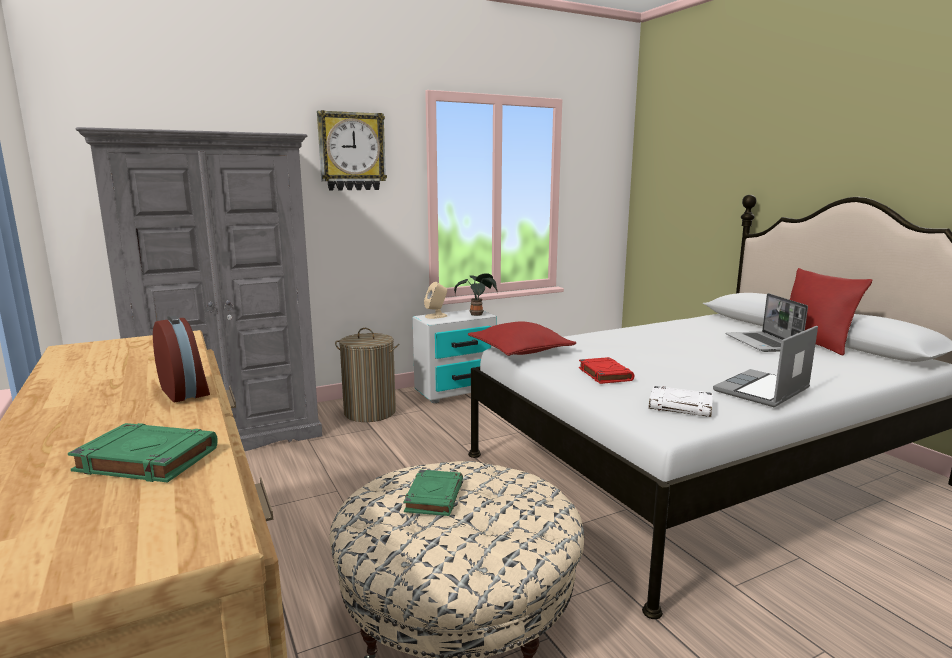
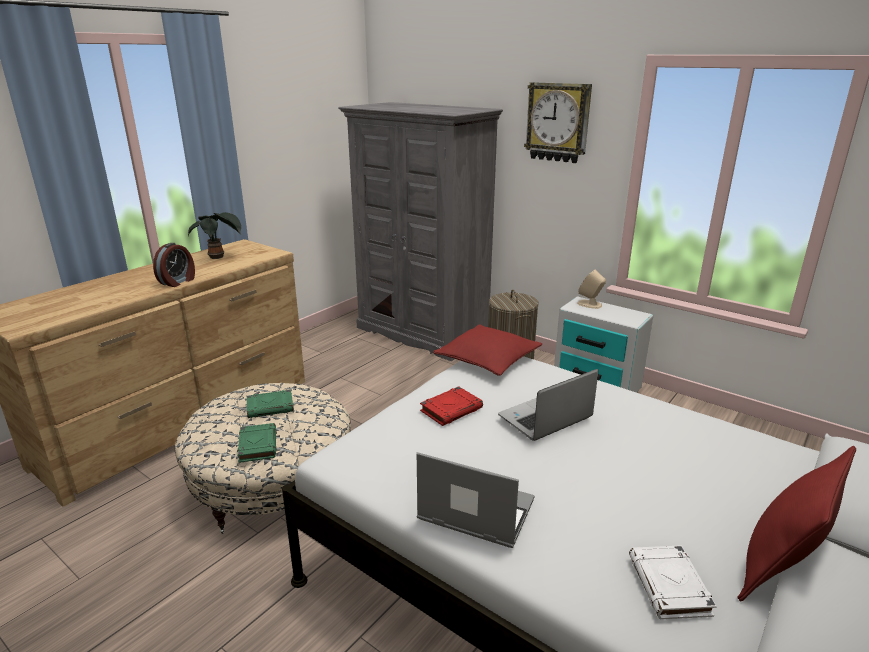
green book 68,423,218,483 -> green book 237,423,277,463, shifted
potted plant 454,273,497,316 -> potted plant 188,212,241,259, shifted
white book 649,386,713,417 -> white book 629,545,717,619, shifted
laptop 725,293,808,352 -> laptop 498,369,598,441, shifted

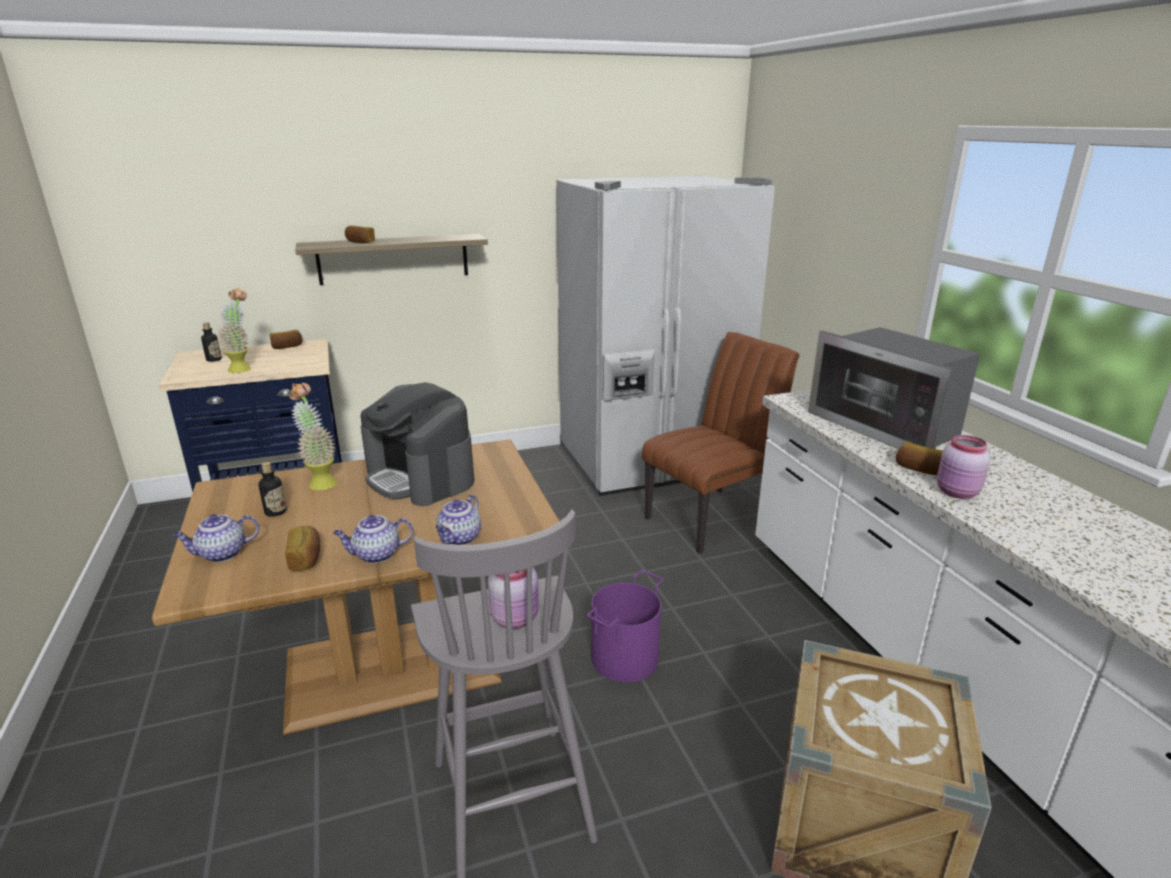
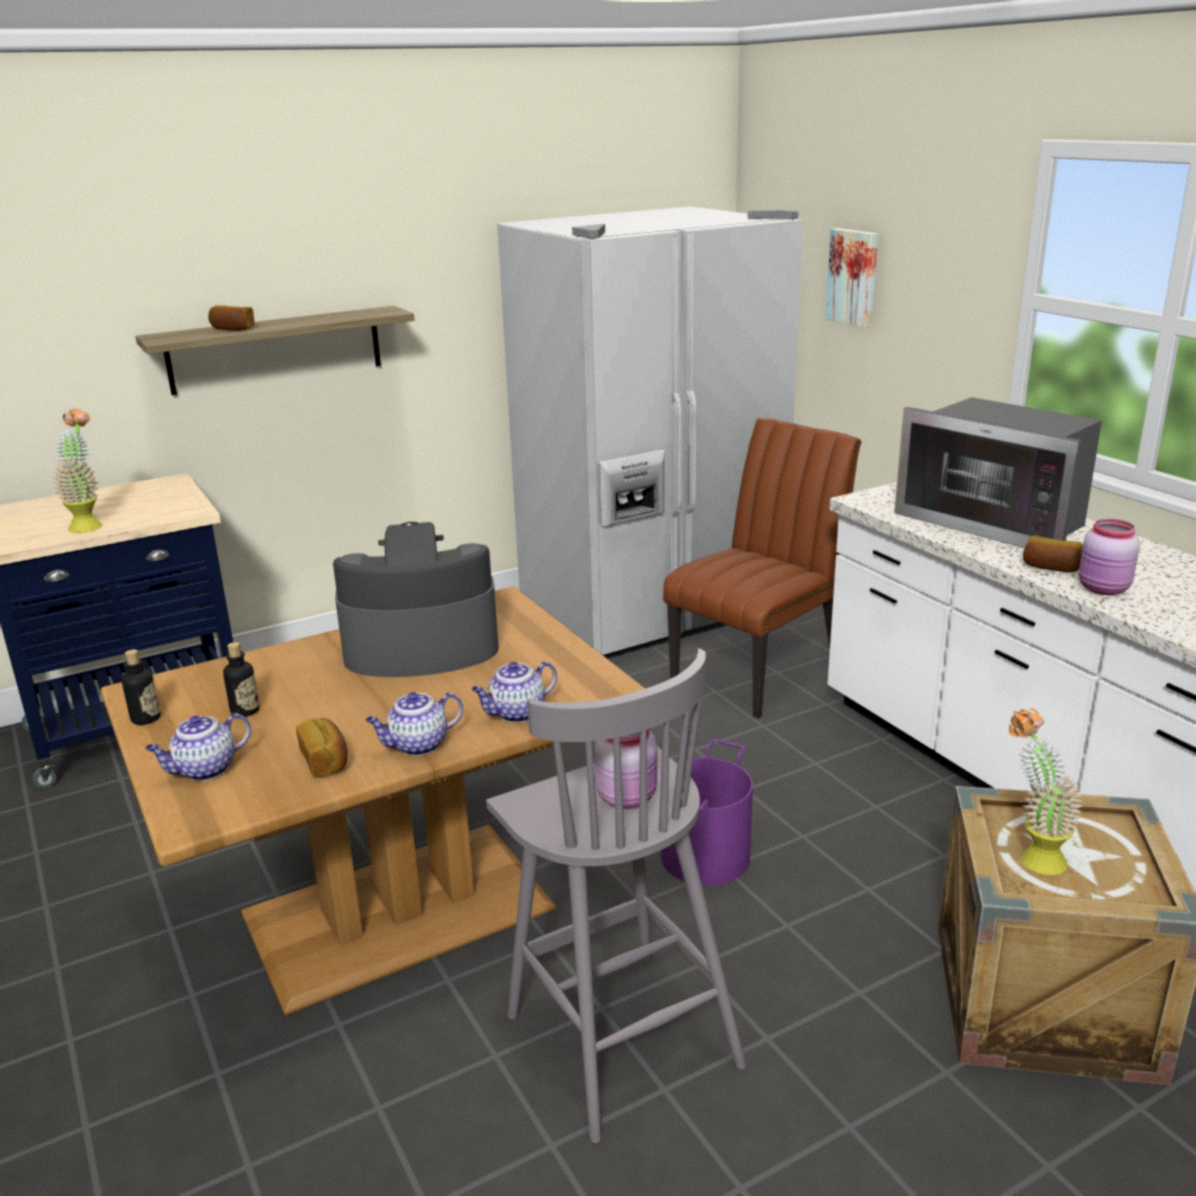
bread 270,330,302,349 -> none
none -> picture 826,228,878,328
bottle 201,323,222,362 -> bottle 121,649,161,725, shifted
potted plant 289,383,338,490 -> potted plant 1009,708,1083,875, shifted
coffee machine 361,382,475,506 -> coffee machine 333,522,499,677, 135 degrees clockwise
teapot 436,495,481,545 -> teapot 471,661,557,722, 45 degrees clockwise

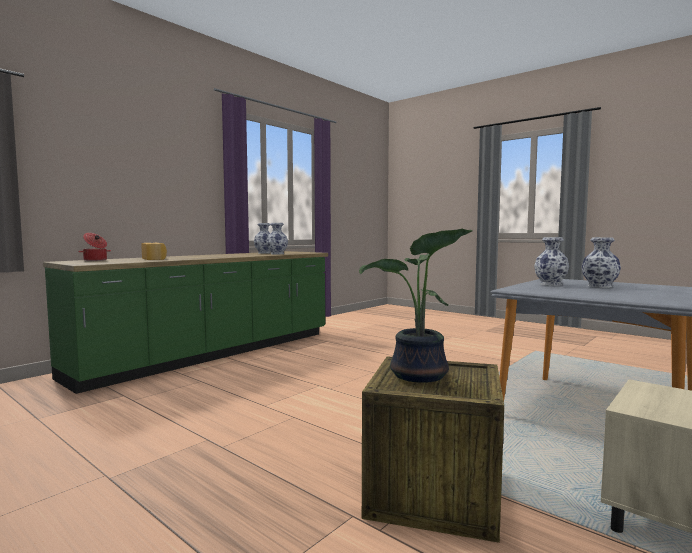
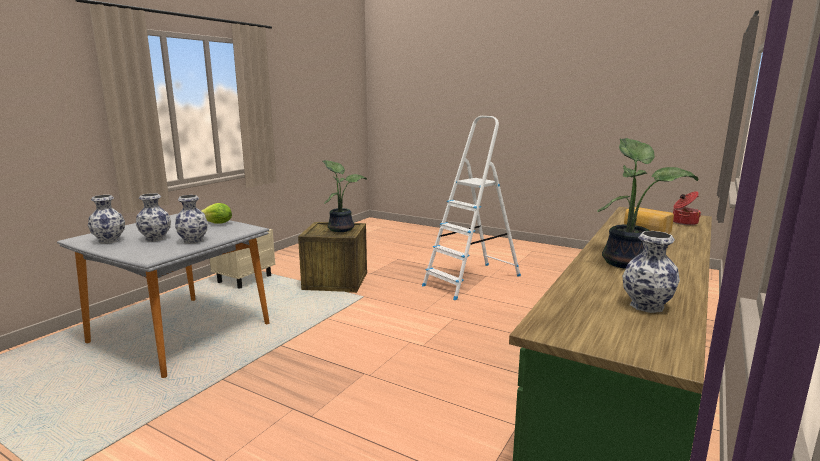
none -> lettuce 201,203,232,223
none -> white step ladder 422,116,521,300
none -> potted plant 597,138,699,269
vase 266,223,288,254 -> vase 88,195,125,244, shifted

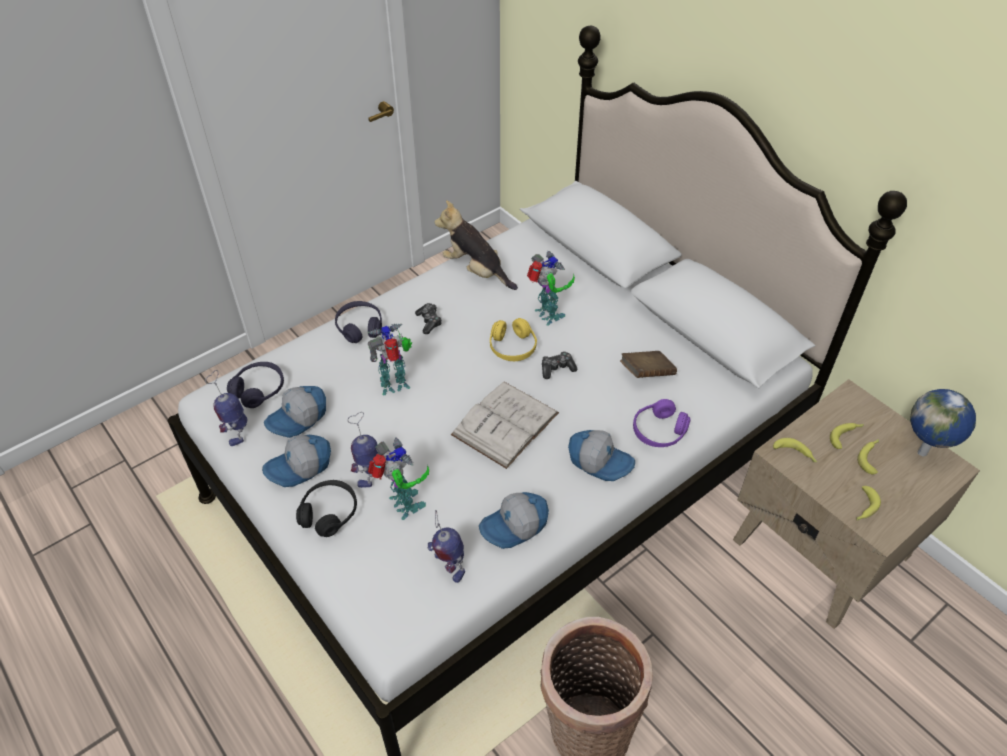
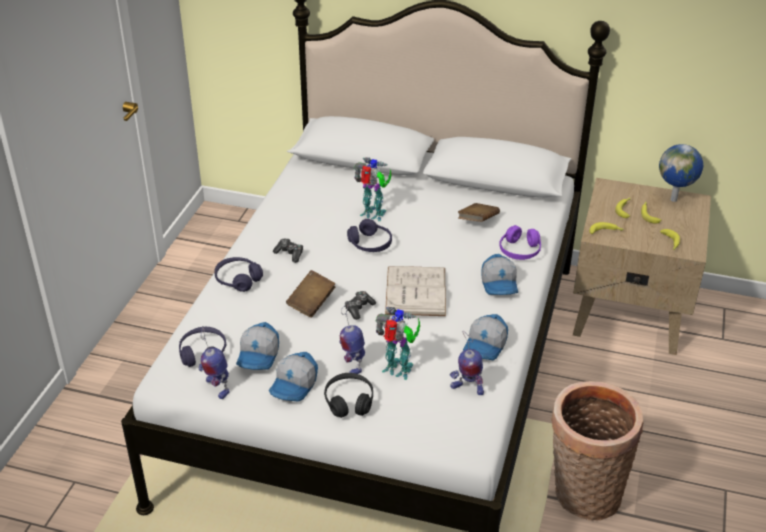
plush toy 434,200,518,290 -> none
game controller 542,351,577,379 -> game controller 345,291,376,320, shifted
toy robot 368,324,412,395 -> brown book 286,270,336,318
yellow headphones 490,318,537,361 -> purple headphones 347,219,392,252
cap 568,430,635,481 -> cap 481,254,518,295, 90 degrees clockwise

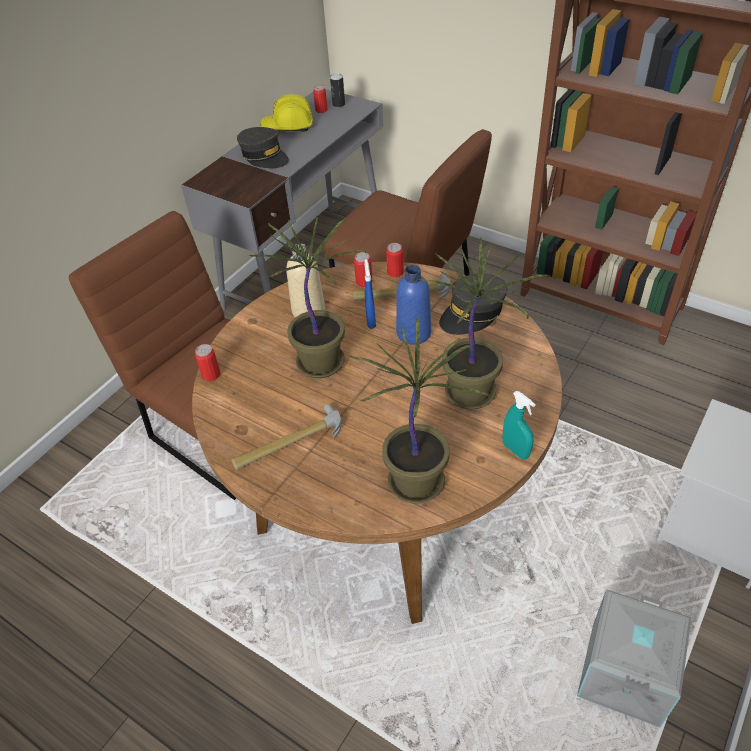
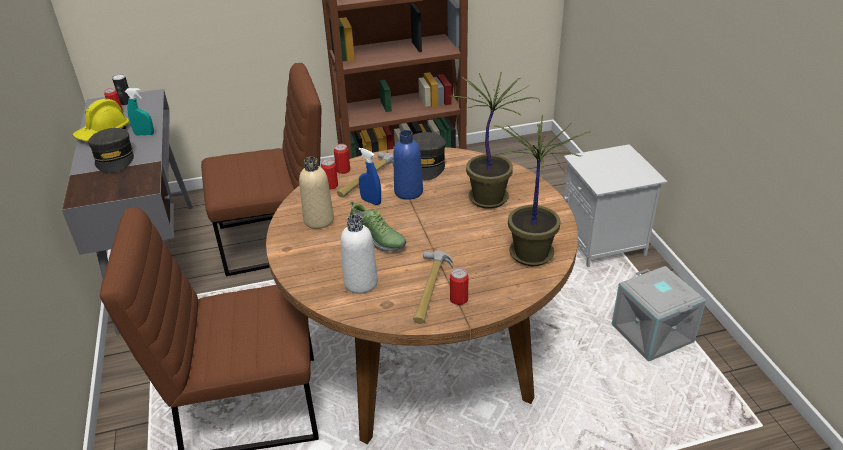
none -> white bottle 341,215,378,294
can 195,344,220,381 -> can 450,268,468,305, shifted
turquoise spray bottle 502,391,535,459 -> turquoise spray bottle 124,88,154,136, shifted
potted plant 249,215,366,378 -> shoe 350,201,406,251
grey cap 237,127,289,168 -> grey cap 88,128,134,173, 75 degrees clockwise

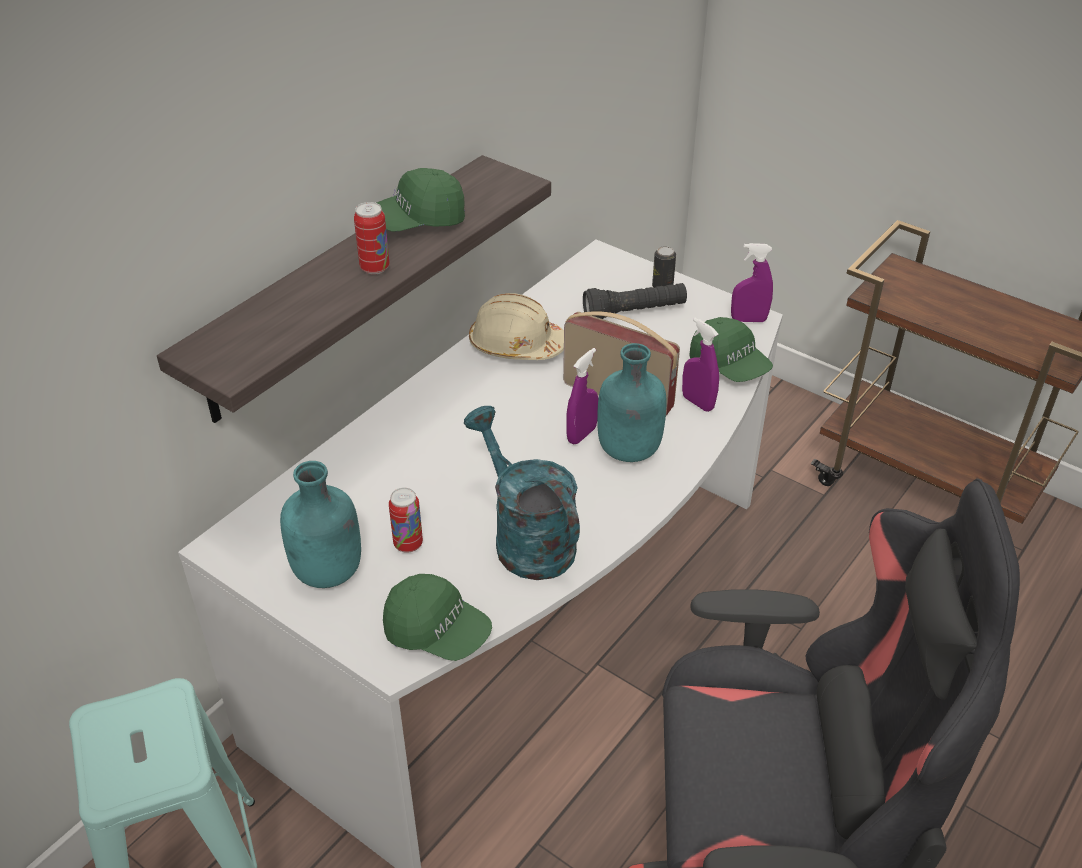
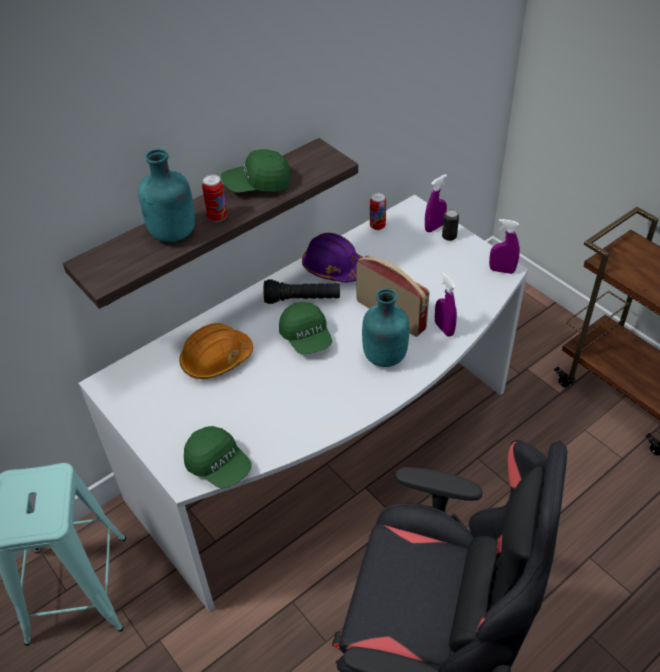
turquoise watering can 464,406,580,580 -> none
none -> orange hard hat 179,323,253,379
turquoise bottle 280,461,361,588 -> turquoise bottle 138,149,195,242, shifted
can 389,488,423,553 -> can 370,193,386,230, shifted
purple spray bottle 566,348,599,444 -> purple spray bottle 425,174,447,232, shifted
black flashlight 583,283,687,319 -> black flashlight 263,280,340,304, shifted
green cap 689,317,773,382 -> green cap 279,302,332,354, shifted
beige hard hat 469,293,564,360 -> purple hard hat 302,233,363,282

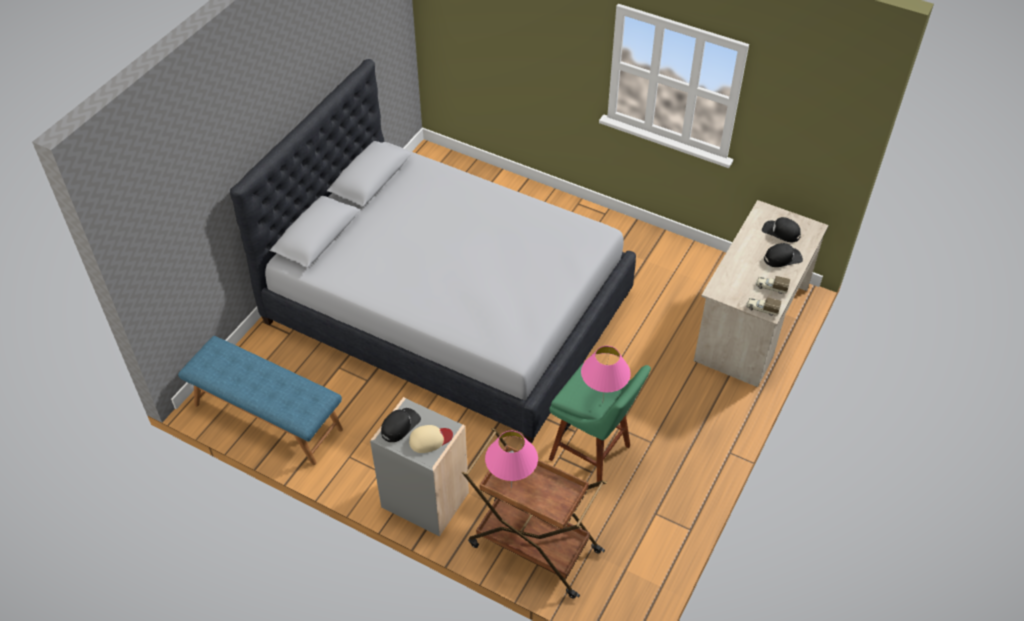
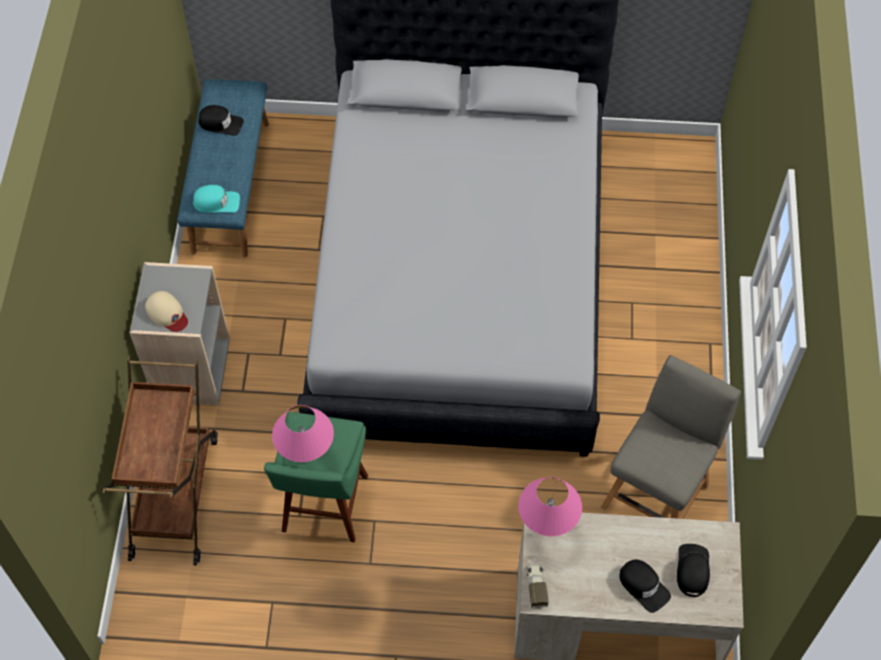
toy truck 756,276,791,294 -> none
none -> turquoise cap 193,185,240,213
none -> grey chair 601,355,741,519
black cap 381,408,421,442 -> black cap 198,105,244,136, shifted
pink table lamp 485,431,538,488 -> pink table lamp 518,477,582,536, shifted

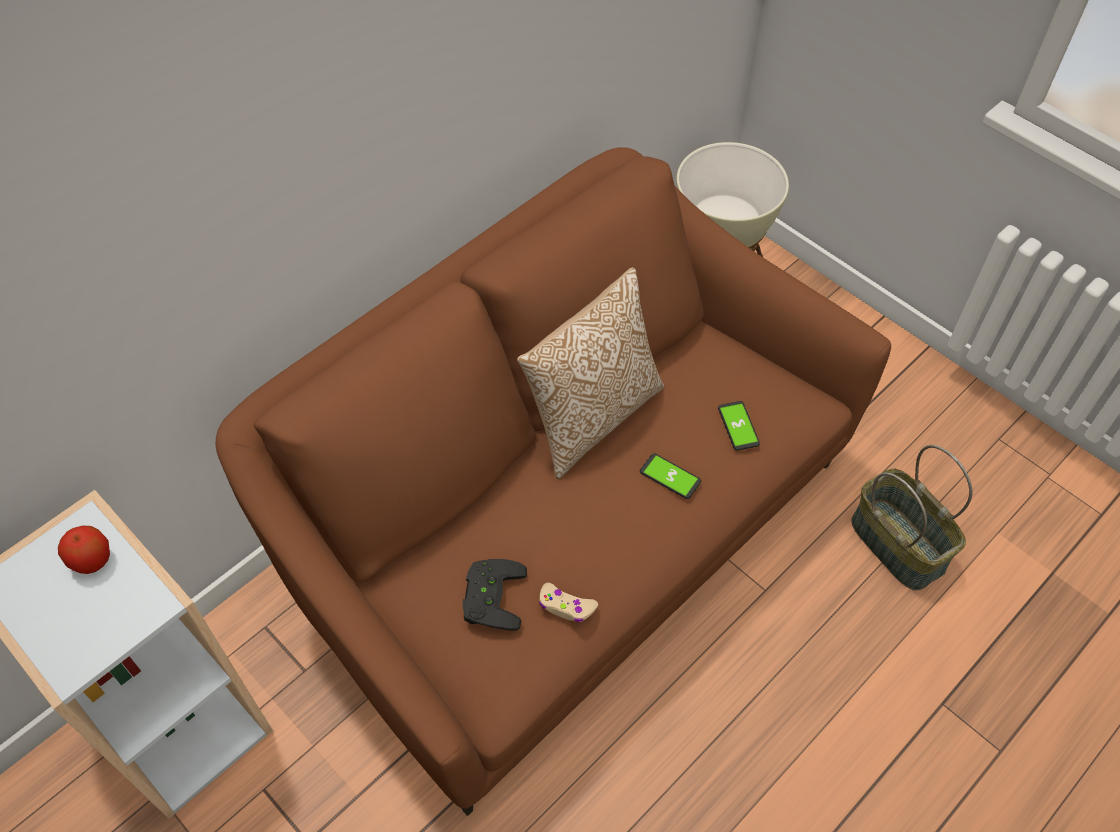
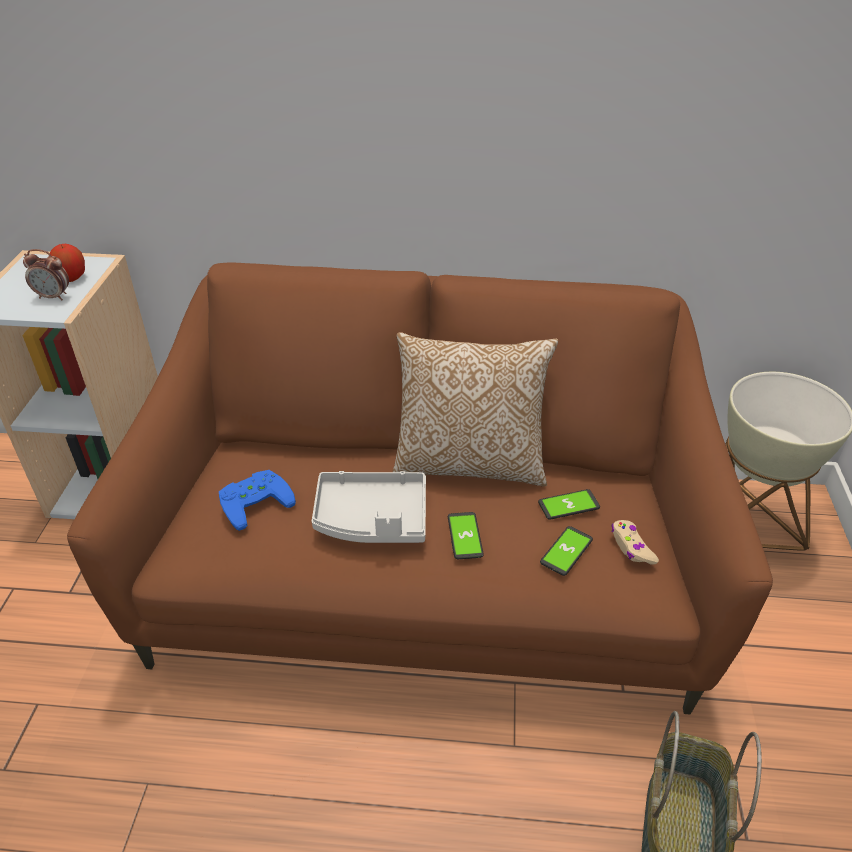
none -> alarm clock 23,249,69,301
none -> grey tray 312,471,426,543
none -> phone 538,489,600,520
beige game controller 539,583,598,622 -> beige game controller 612,520,659,565, shifted
black game controller 463,559,527,631 -> blue game controller 219,470,296,531

